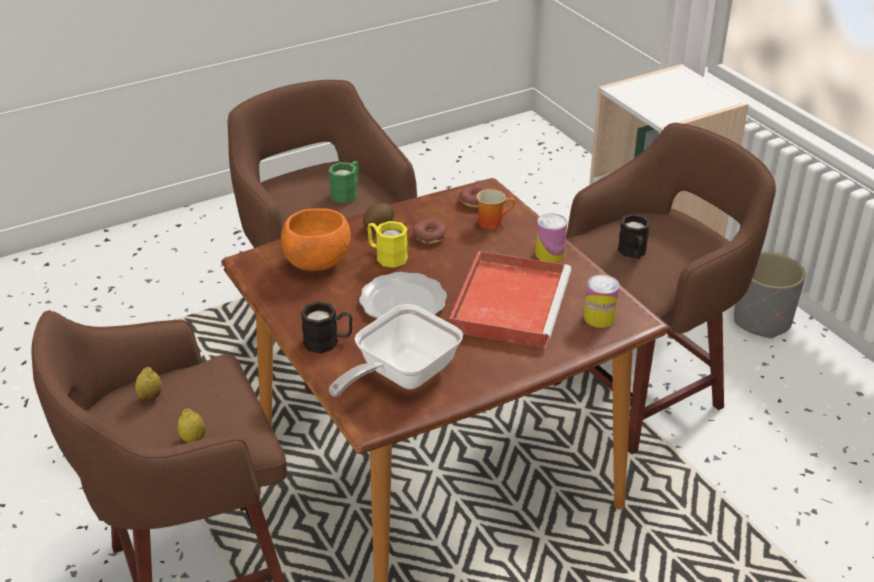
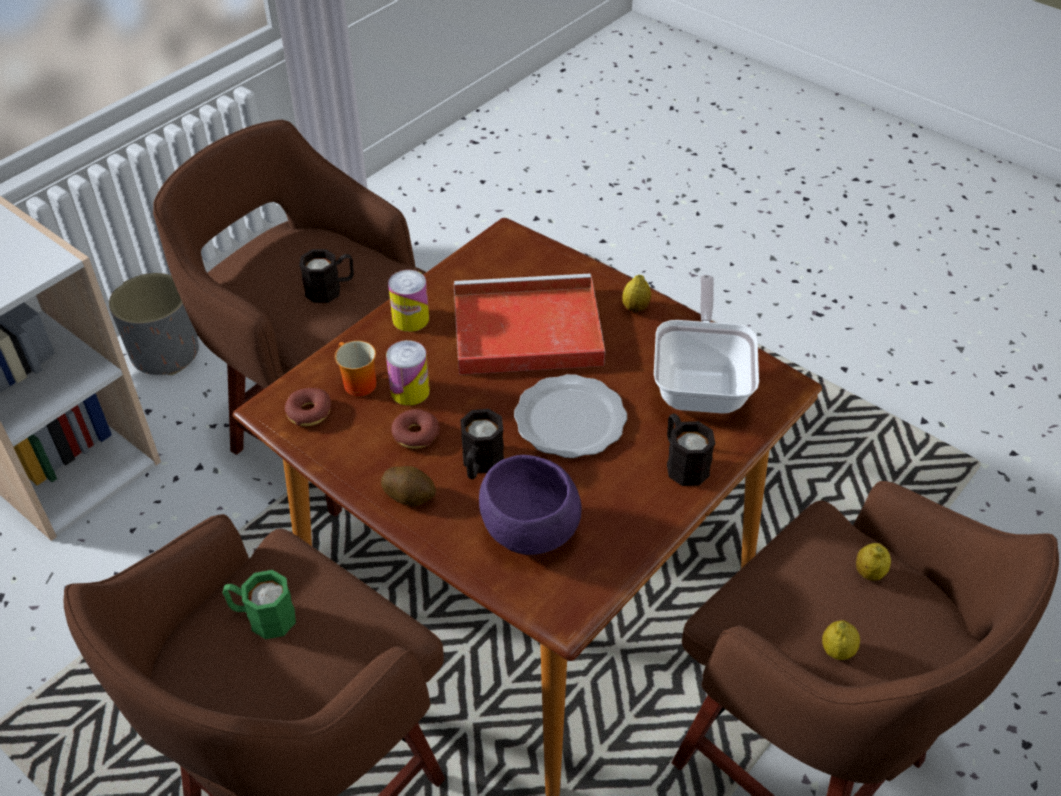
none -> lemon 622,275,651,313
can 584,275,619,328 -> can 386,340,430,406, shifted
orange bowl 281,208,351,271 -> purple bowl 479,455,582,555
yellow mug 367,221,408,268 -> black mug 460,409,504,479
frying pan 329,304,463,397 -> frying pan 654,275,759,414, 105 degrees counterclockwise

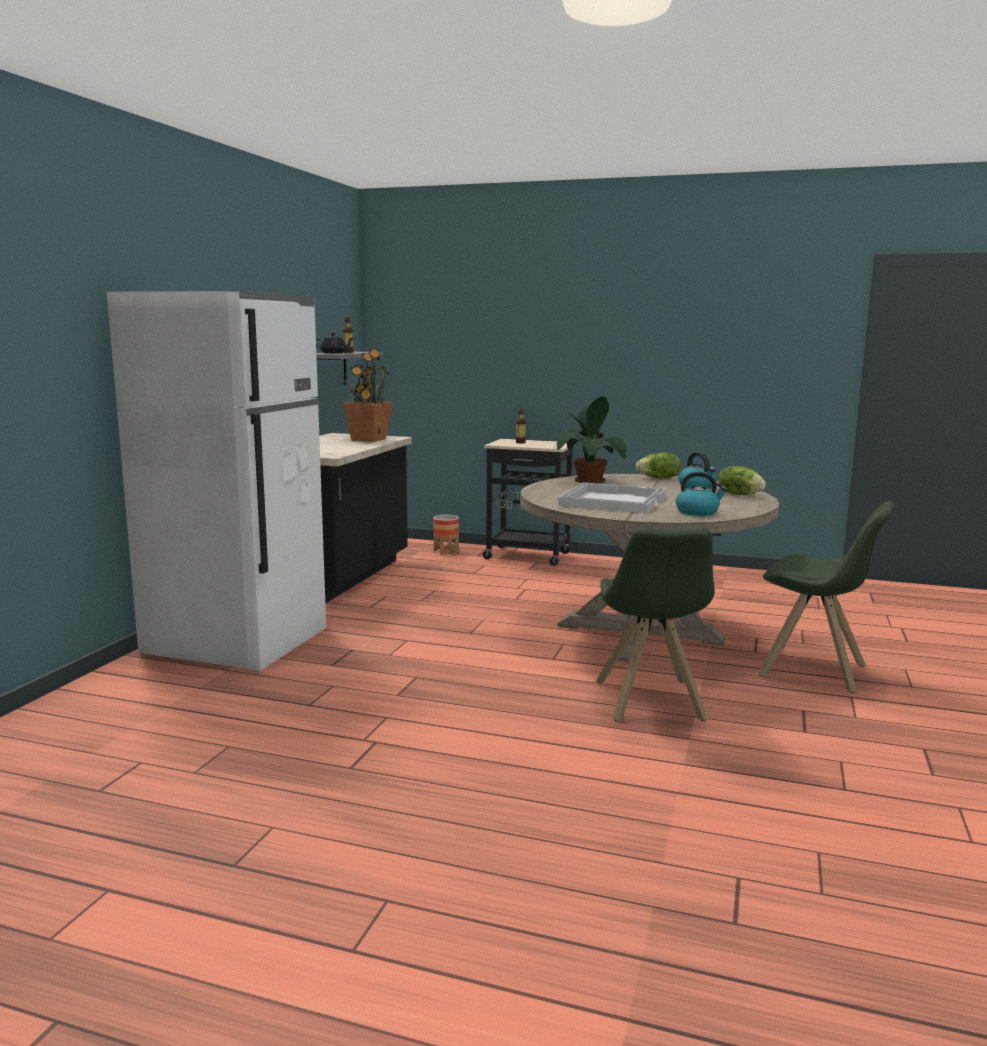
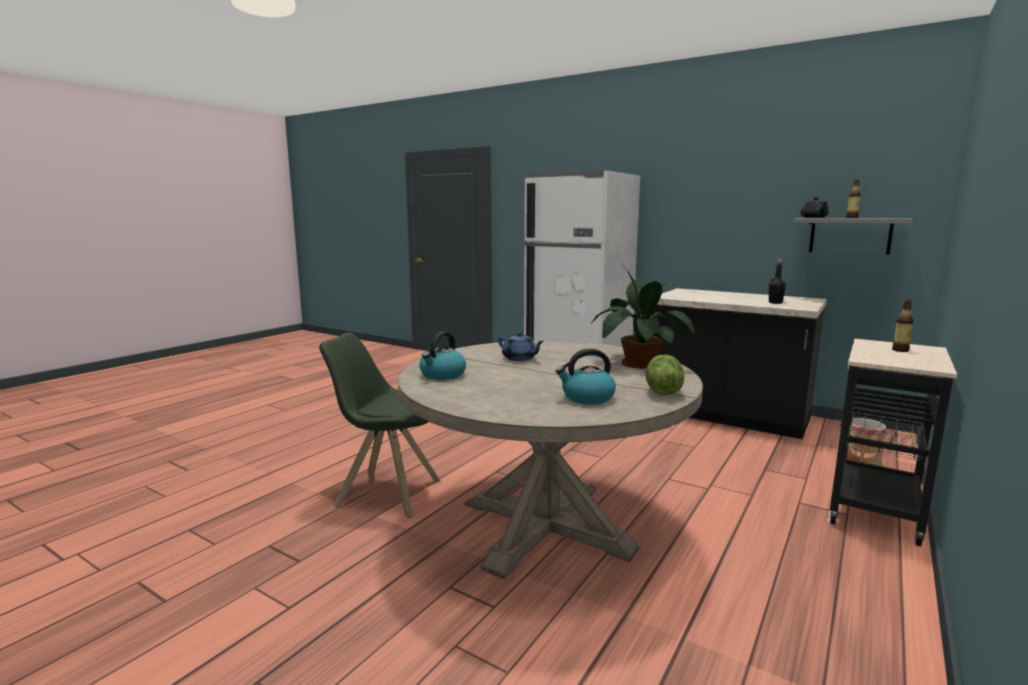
lettuce 718,466,766,495 -> none
green chair 758,501,894,693 -> none
potted plant 342,349,393,442 -> black bottle 769,258,786,304
white tray 558,482,666,513 -> blue teapot 498,332,544,361

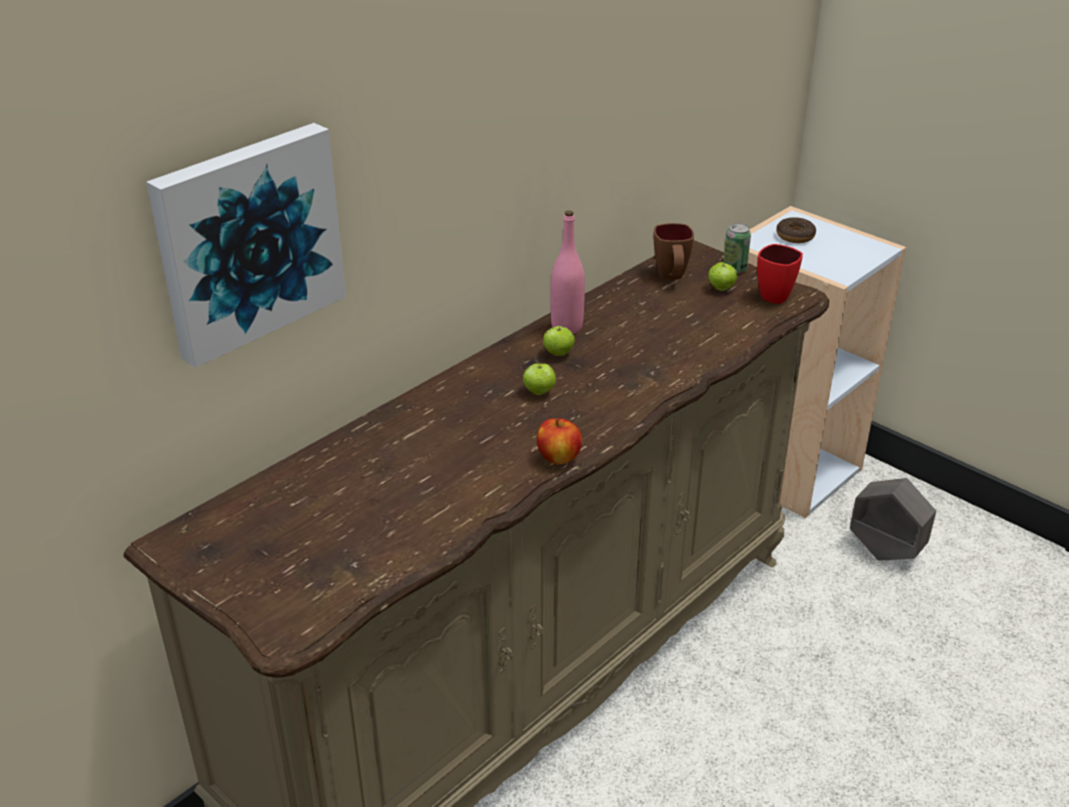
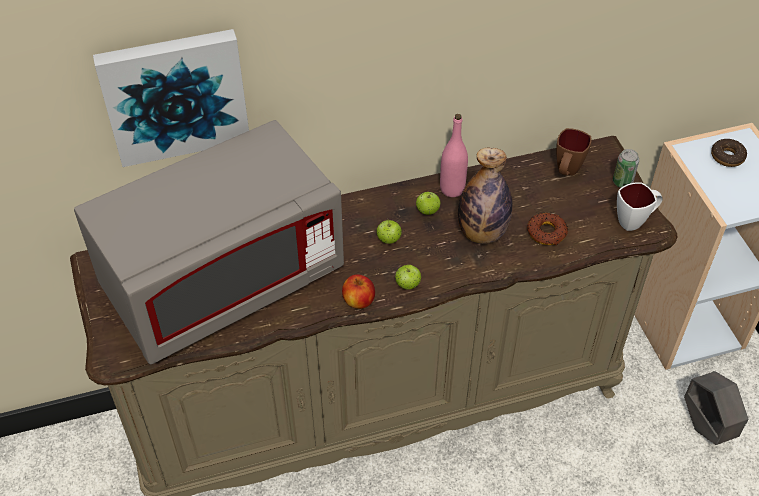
none -> grey microwave 74,120,344,364
none -> bottle 458,148,513,244
none -> donut 527,213,568,245
apple 708,262,738,291 -> apple 395,265,421,290, shifted
red mug 757,244,803,304 -> white mug 617,182,663,231

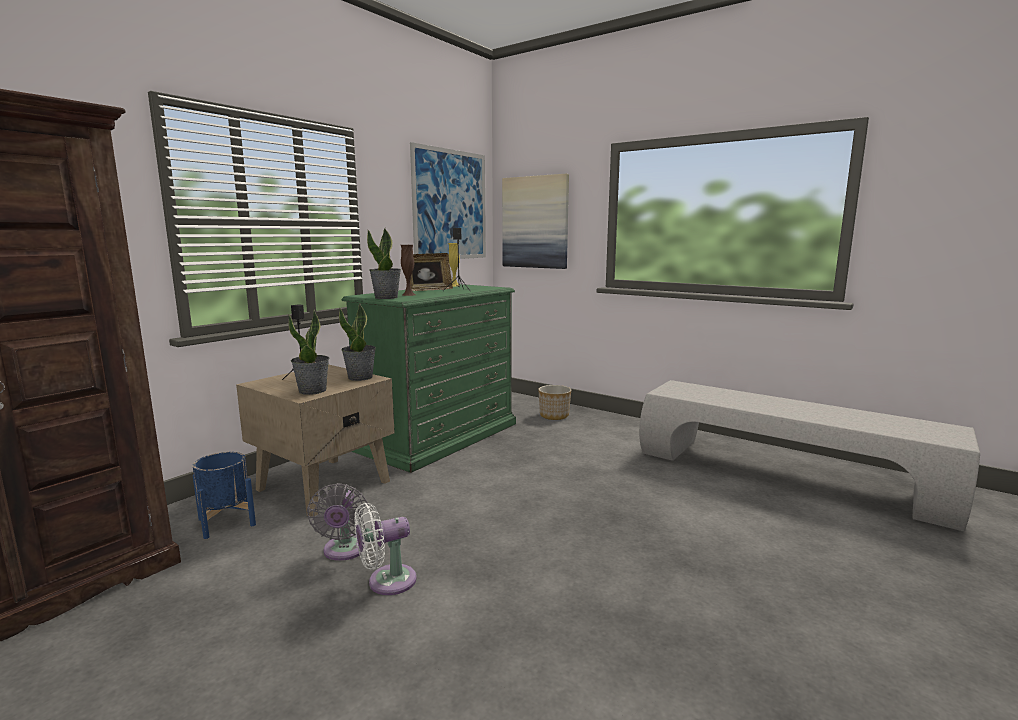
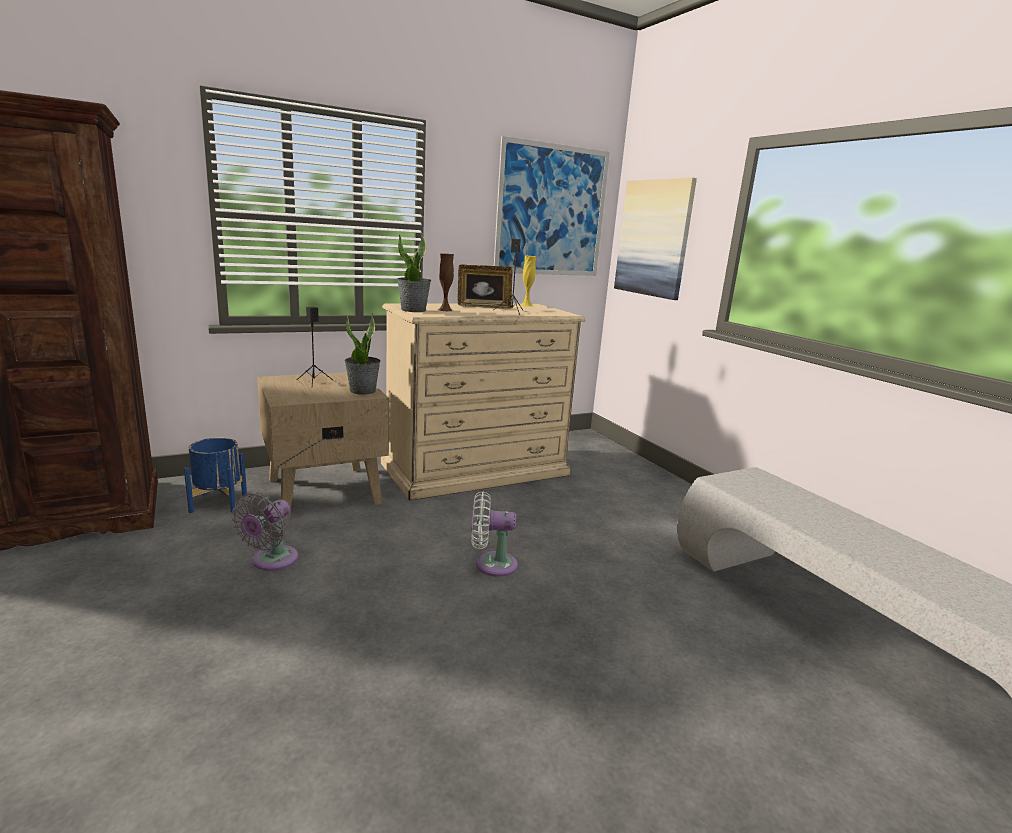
potted plant 288,309,330,395 -> none
planter 538,385,571,420 -> none
white fan 354,503,417,595 -> white fan 471,491,518,577, shifted
green dresser 342,284,516,473 -> beige dresser 381,303,585,500

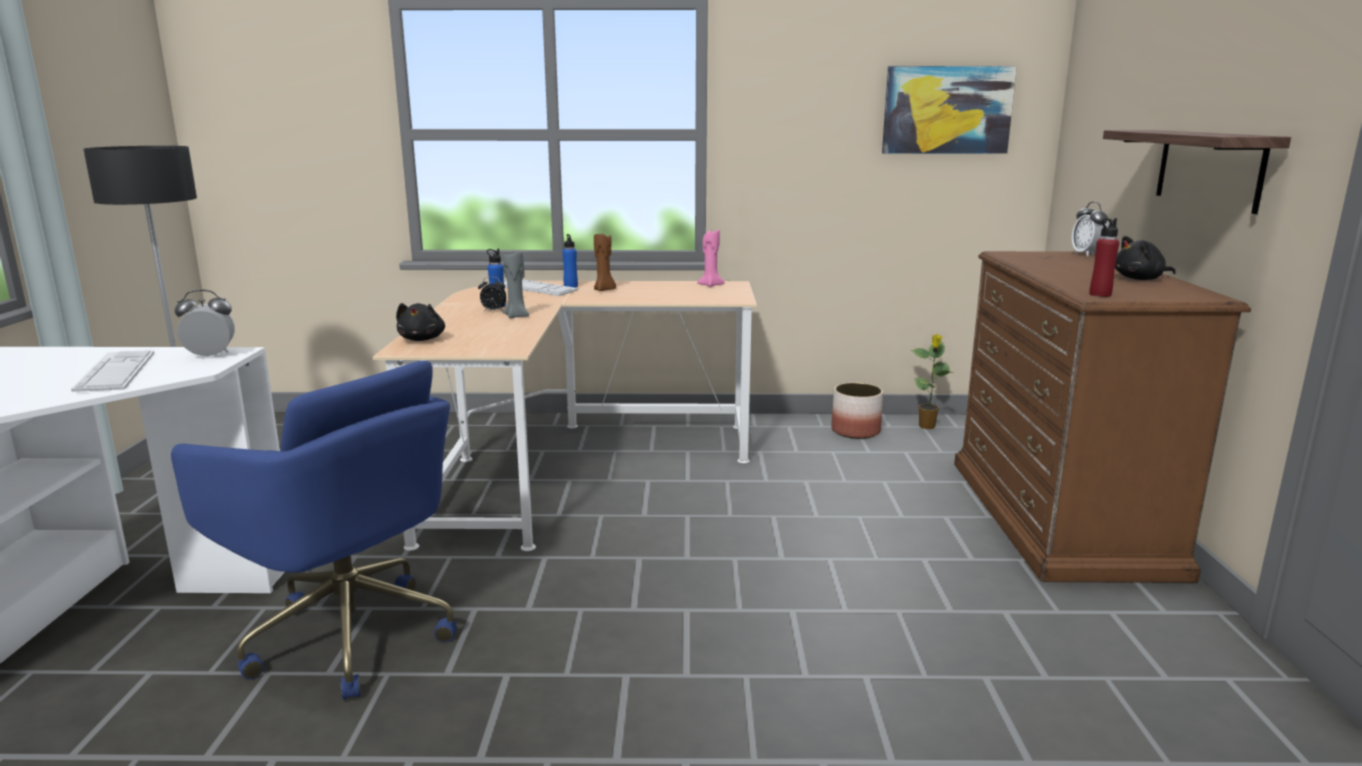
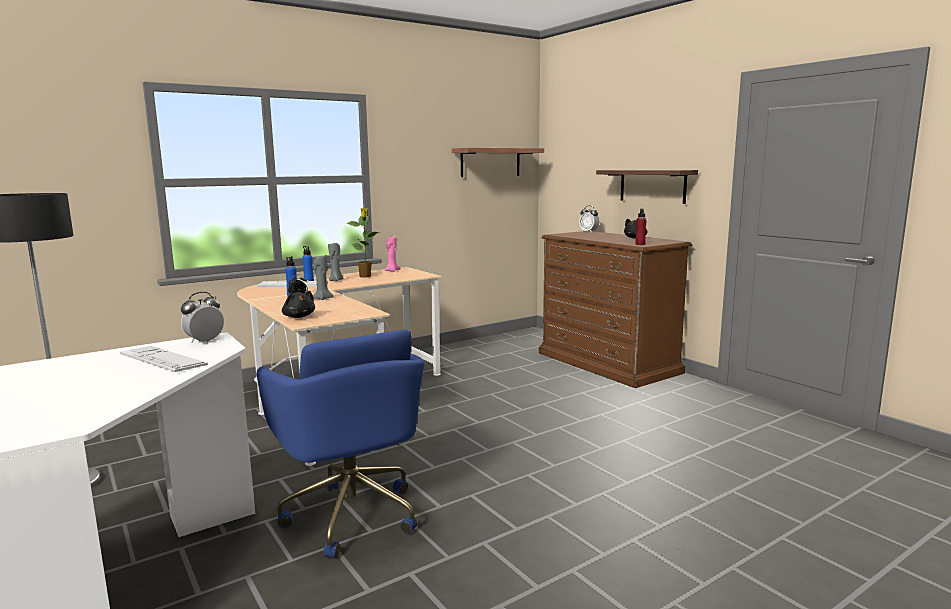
planter 831,383,883,439 -> none
potted plant 911,334,953,429 -> potted plant 346,208,380,278, shifted
picture 882,66,1017,154 -> shelf 452,148,544,177
brown candle 594,232,616,291 -> grey candle 328,243,343,281
blue office chair 171,360,456,700 -> blue office chair 257,330,425,558, 60 degrees clockwise

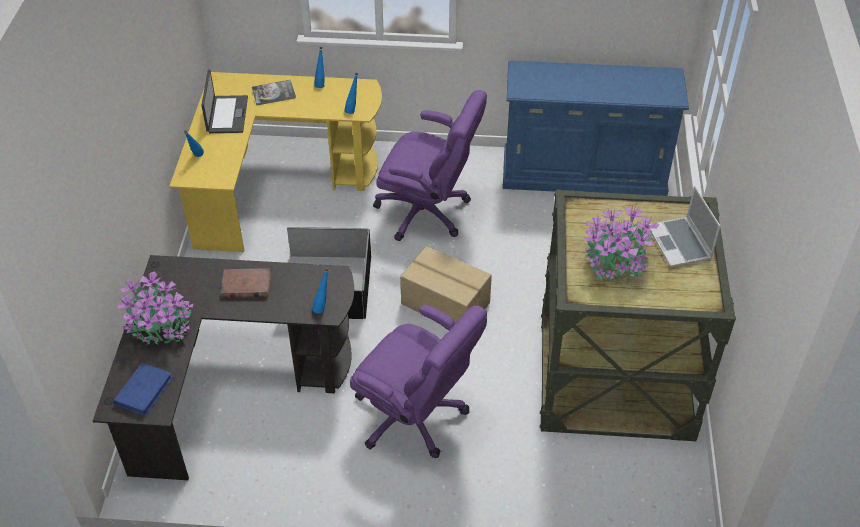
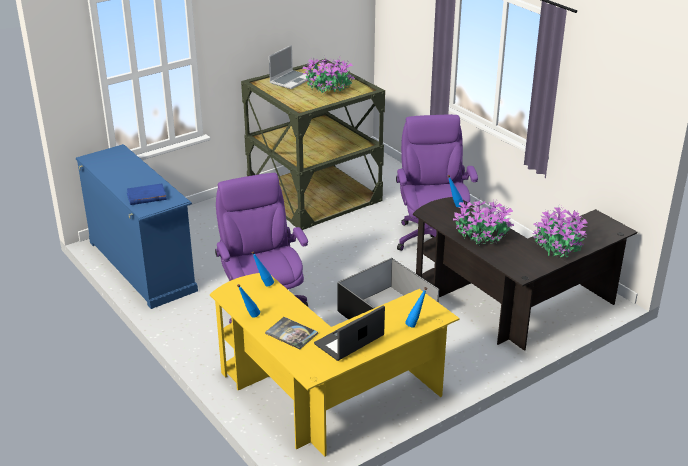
cardboard box 400,246,492,323 -> none
blue book 113,363,173,416 -> blue book 127,183,167,205, shifted
brown book 221,268,271,298 -> potted plant 453,198,514,246

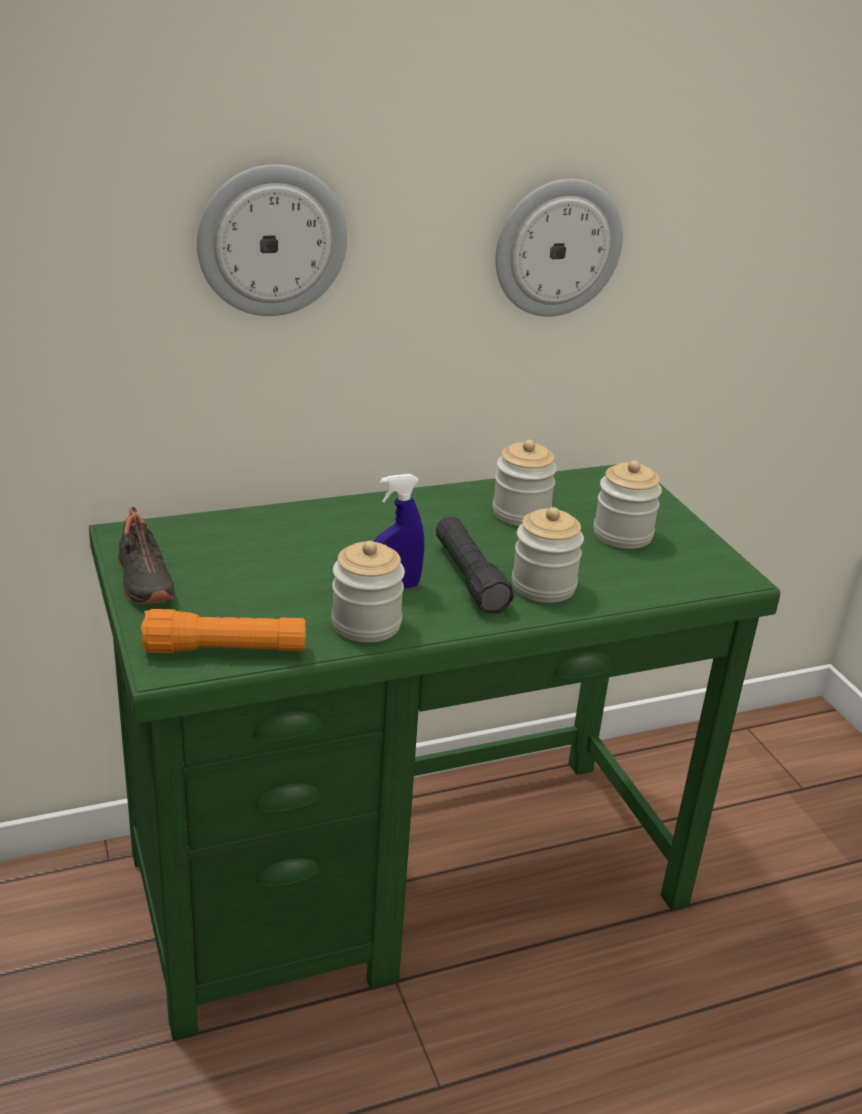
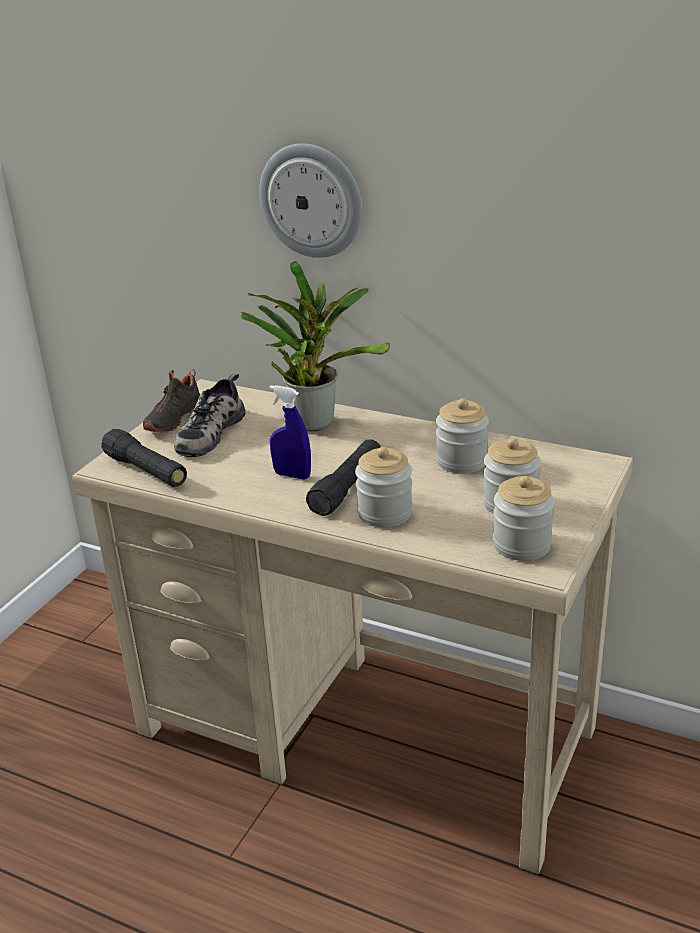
wall clock 496,179,623,317 -> none
none -> shoe 174,373,245,457
none -> potted plant 240,261,390,431
jar 332,541,405,643 -> jar 493,476,555,561, shifted
green desk 89,464,780,1039 -> beige desk 72,379,633,874
orange flashlight 141,609,306,653 -> black flashlight 101,429,187,487

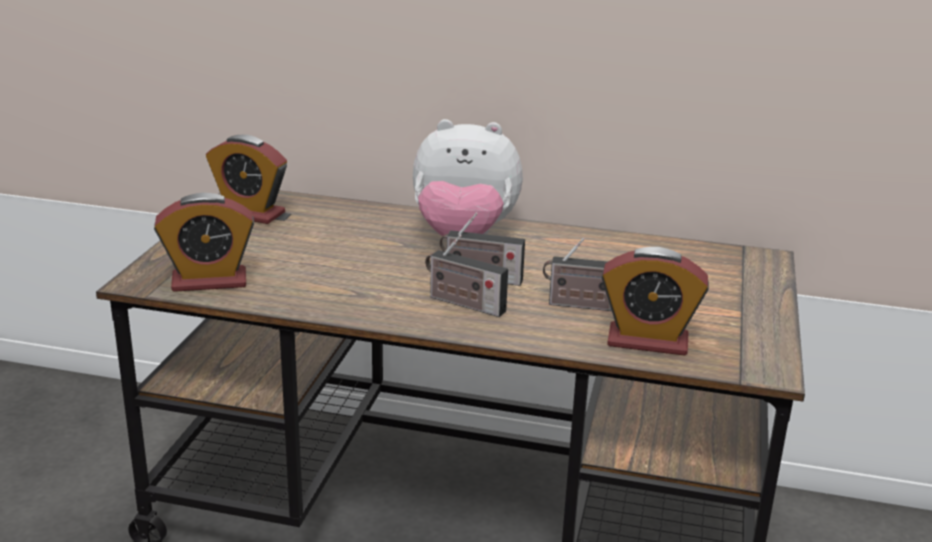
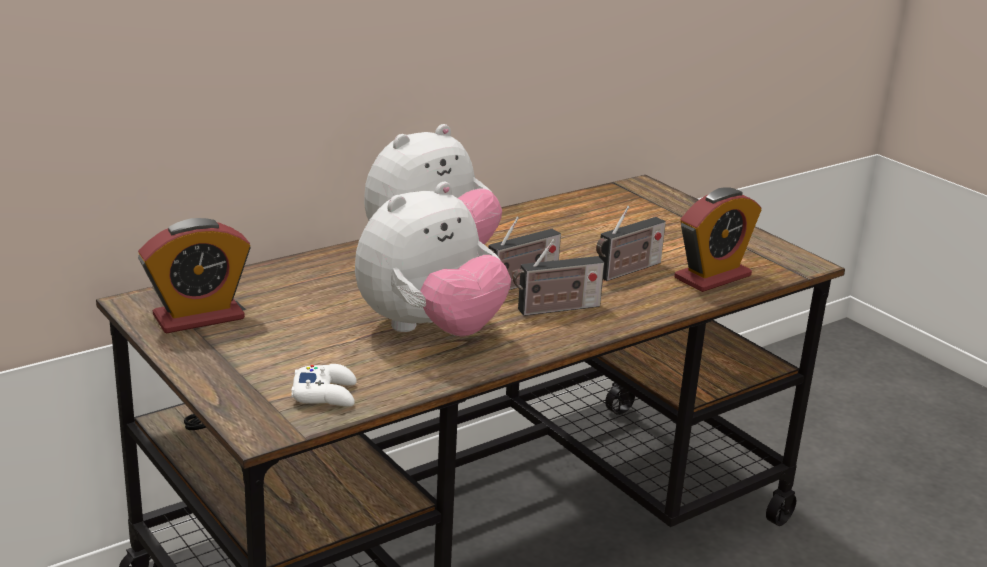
none -> plush toy 355,182,511,337
alarm clock 154,193,254,292 -> white game controller 291,364,357,407

